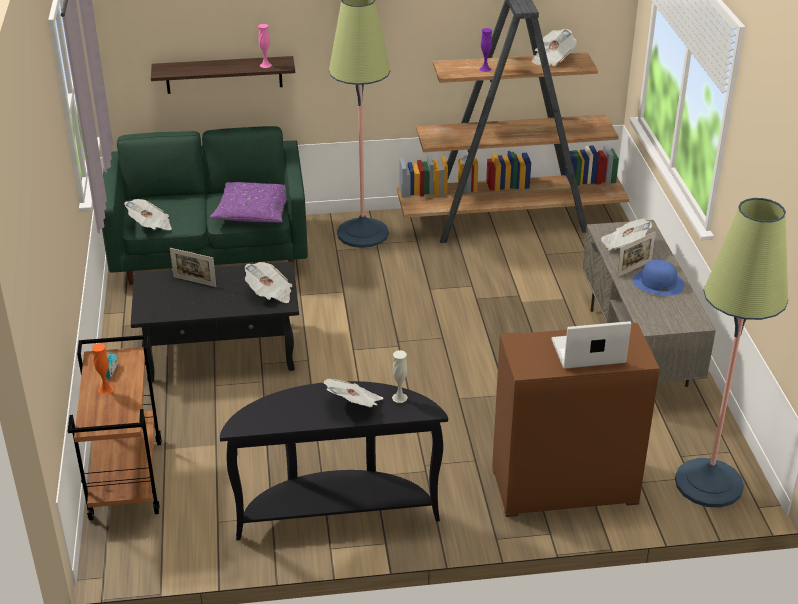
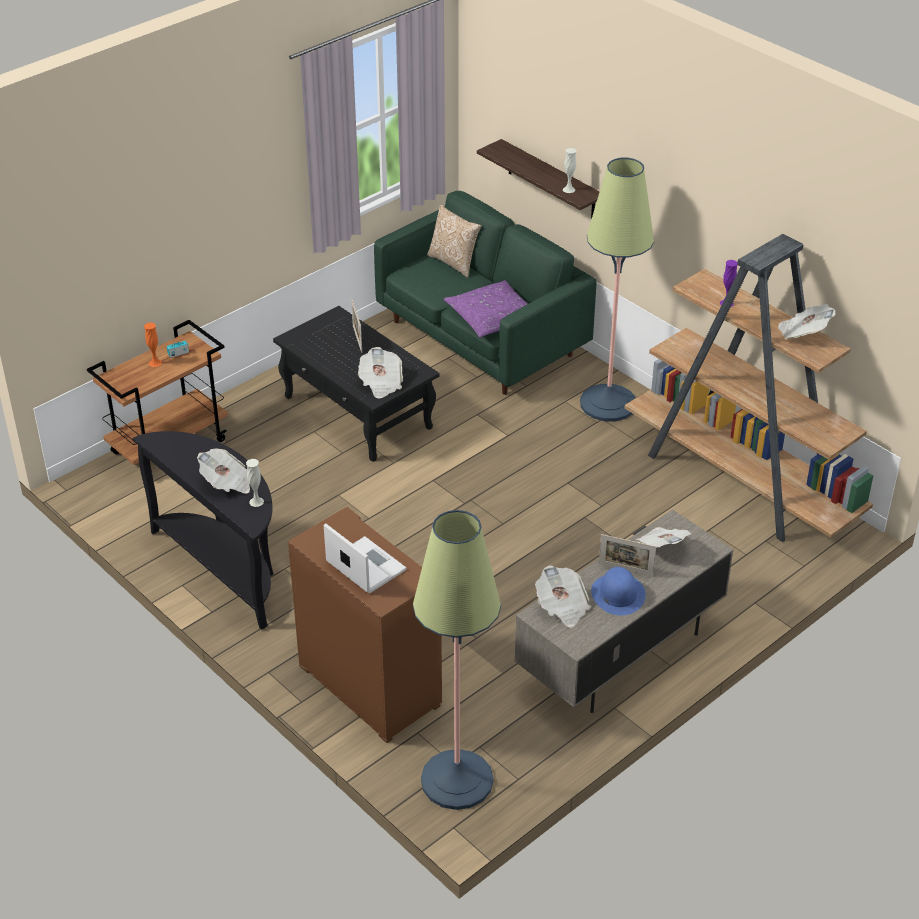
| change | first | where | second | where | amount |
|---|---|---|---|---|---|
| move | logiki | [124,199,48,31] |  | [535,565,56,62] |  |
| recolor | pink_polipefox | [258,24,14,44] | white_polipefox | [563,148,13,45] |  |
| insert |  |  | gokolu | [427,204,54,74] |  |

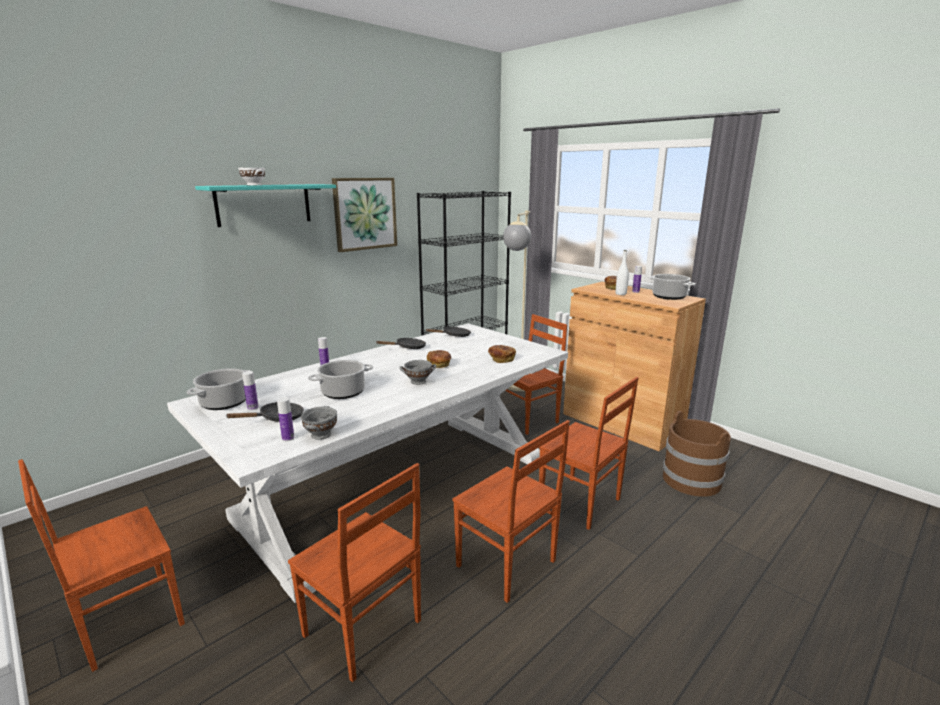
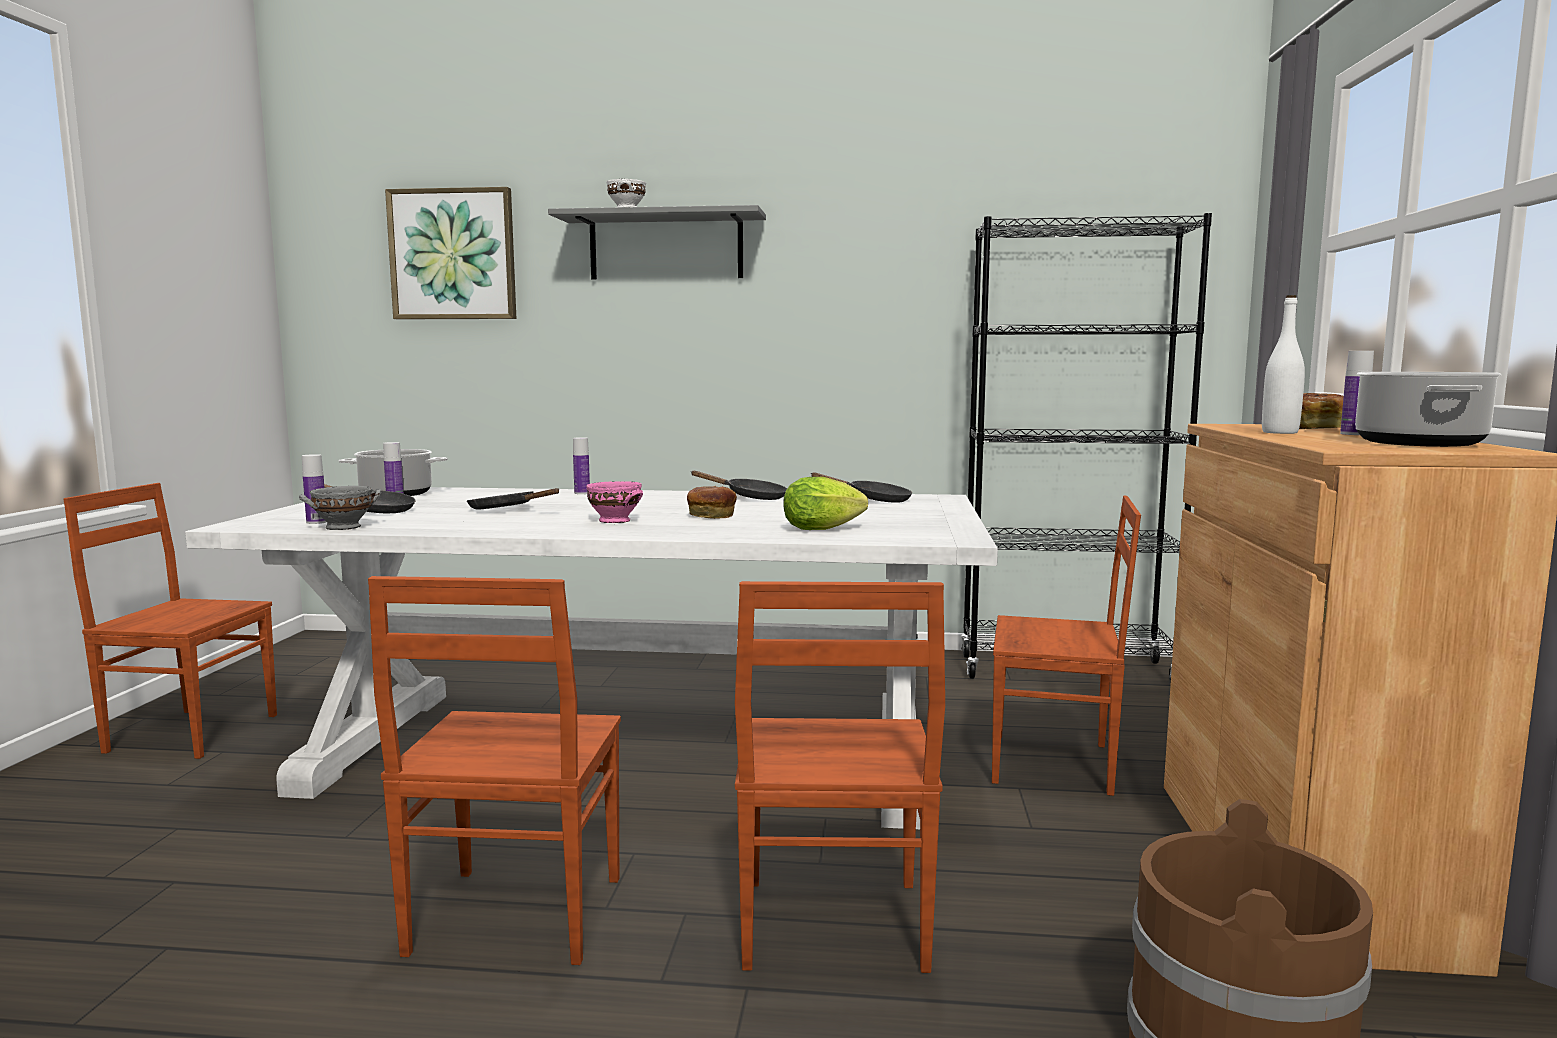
| change | first | where | second | where | amount |
|---|---|---|---|---|---|
| recolor | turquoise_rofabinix | [195,184,141,43] | grey_rofabinix | [548,205,218,75] |  |
| delete | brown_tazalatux | [288,463,133,219] |  |  |  |
| replace | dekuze | [308,360,65,39] | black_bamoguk | [467,488,92,22] |  |
| move | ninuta | [332,178,65,74] |  | [385,187,131,133] |  |
| recolor | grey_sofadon | [399,360,37,25] | pink_sofadon | [586,481,57,42] |  |
| replace | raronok | [488,345,28,18] | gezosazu | [783,477,85,53] |  |
| delete | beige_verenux | [503,211,28,180] |  |  |  |

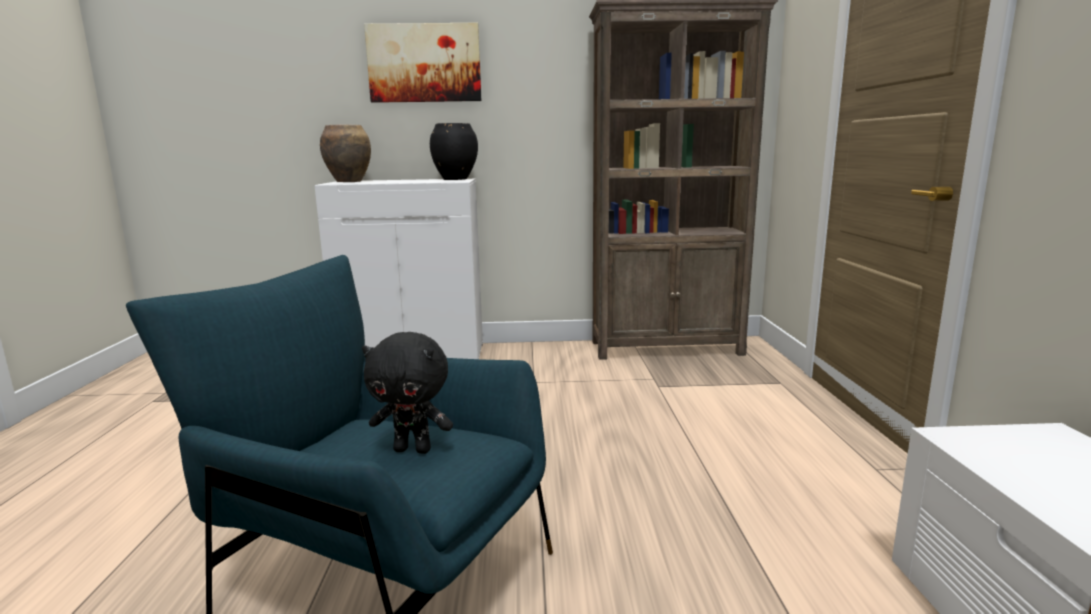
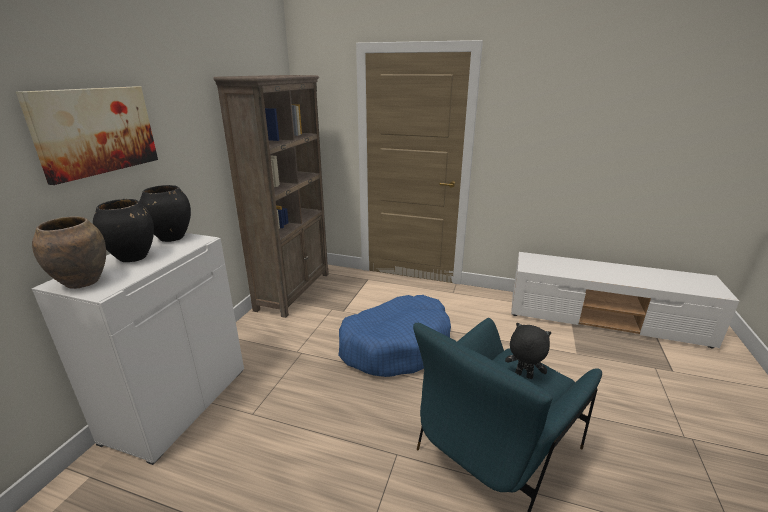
| change | first | where | second | where | amount |
|---|---|---|---|---|---|
| rotate | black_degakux | [362,332,91,122] |  | [505,323,46,56] | 90 degrees counterclockwise |
| insert |  |  | black_polipefox | [93,199,61,63] |  |
| insert |  |  | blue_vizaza | [338,295,113,82] |  |

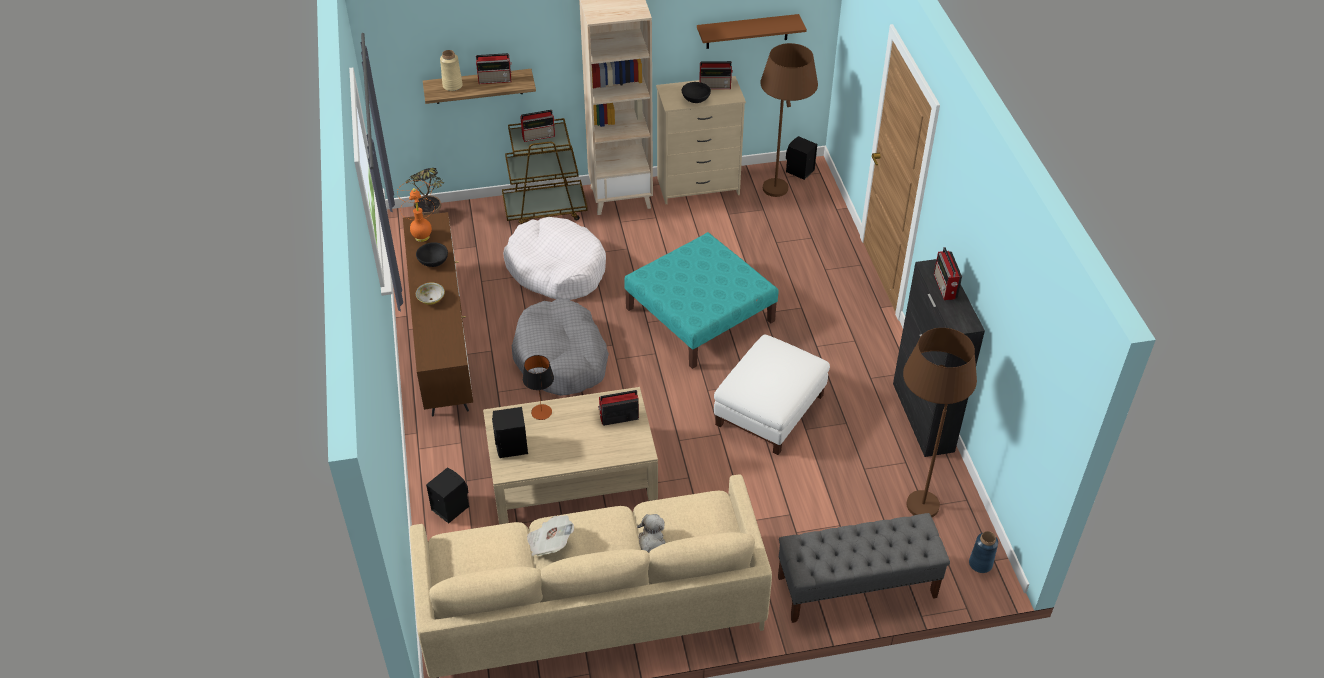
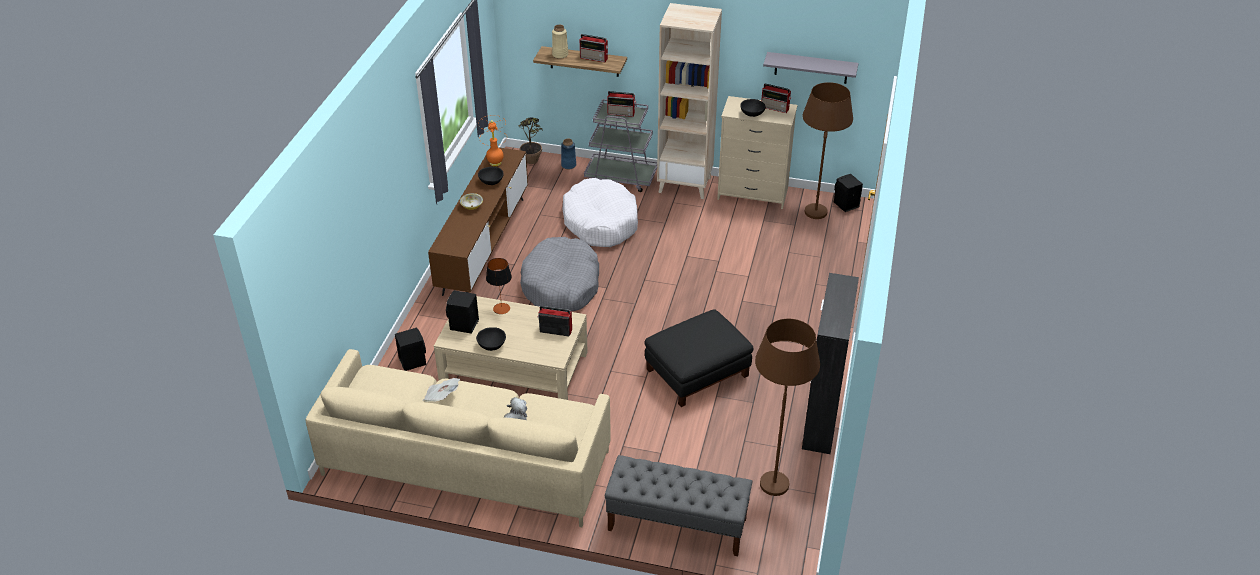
| change | first | where | second | where | amount |
|---|---|---|---|---|---|
| recolor | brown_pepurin | [502,118,86,106] | grey_pepurin | [584,99,73,93] |  |
| delete | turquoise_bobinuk | [624,232,155,137] |  |  |  |
| recolor | brown_rofabinix | [697,14,110,35] | grey_rofabinix | [763,52,95,32] |  |
| recolor | white_bobinuk | [714,335,116,120] | black_bobinuk | [645,309,108,98] |  |
| delete | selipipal | [934,247,28,53] |  |  |  |
| move | blue_polipefox | [969,531,29,42] |  | [561,139,15,30] |  |
| insert |  |  | black_sofadon | [476,327,30,24] |  |

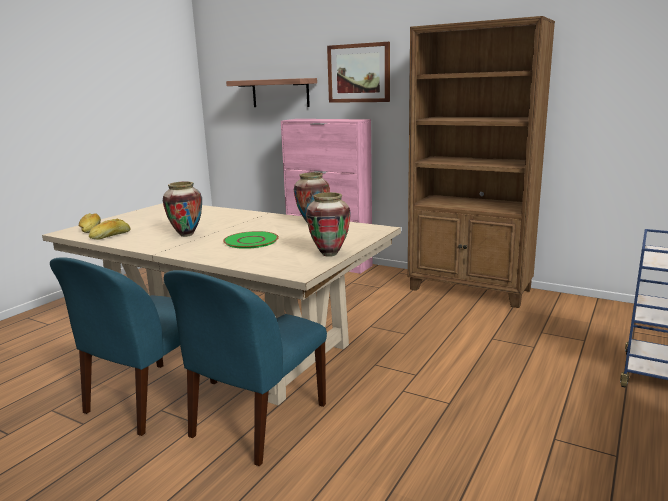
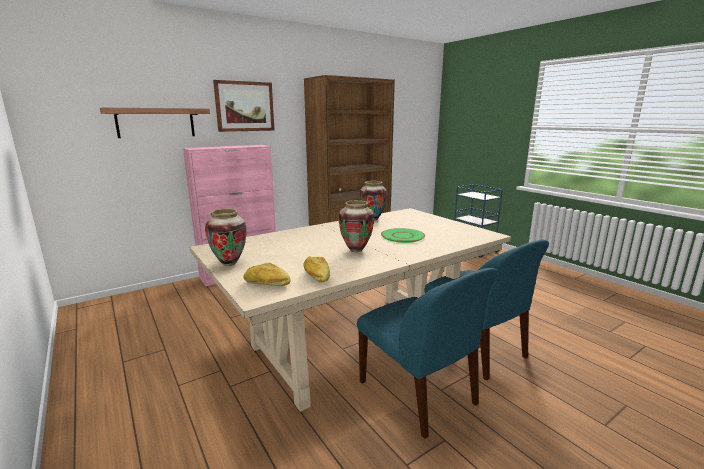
| change | first | where | second | where | amount |
|---|---|---|---|---|---|
| move | polipefox | [306,192,45,65] |  | [205,209,42,57] |  |

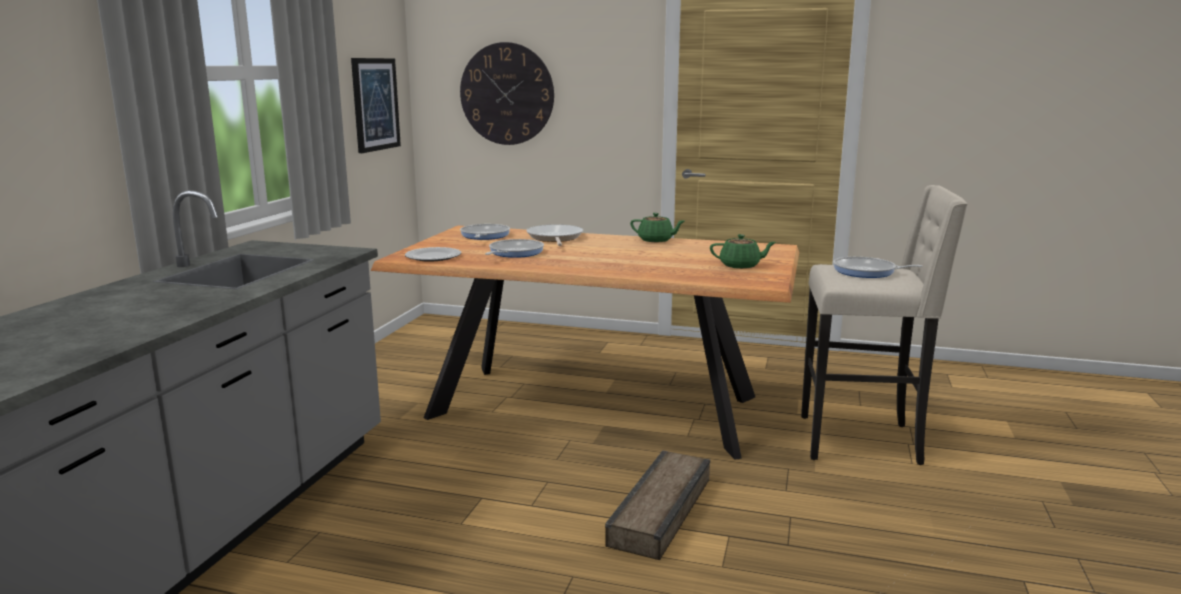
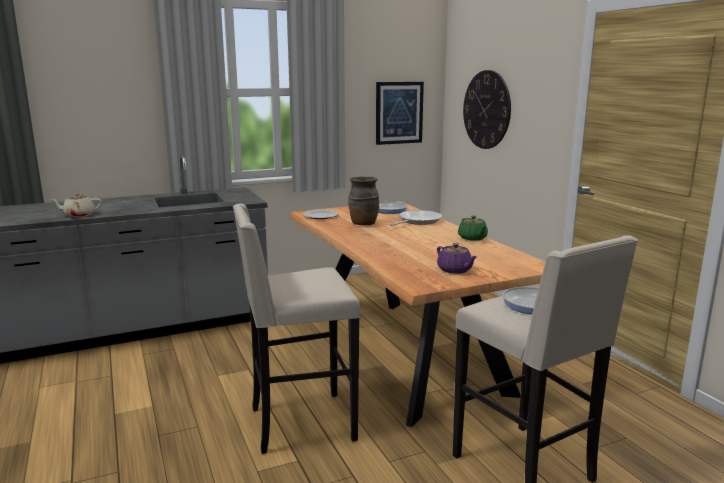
| change | first | where | second | where | amount |
|---|---|---|---|---|---|
| replace | bamoguk | [485,239,59,19] | brown_polipefox | [348,176,31,49] |  |
| replace | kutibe | [605,450,105,110] | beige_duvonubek | [233,203,128,251] |  |
| recolor | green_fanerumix | [710,234,66,35] | purple_fanerumix | [437,243,40,31] |  |
| insert |  |  | beige_fanerumix | [50,193,52,24] |  |

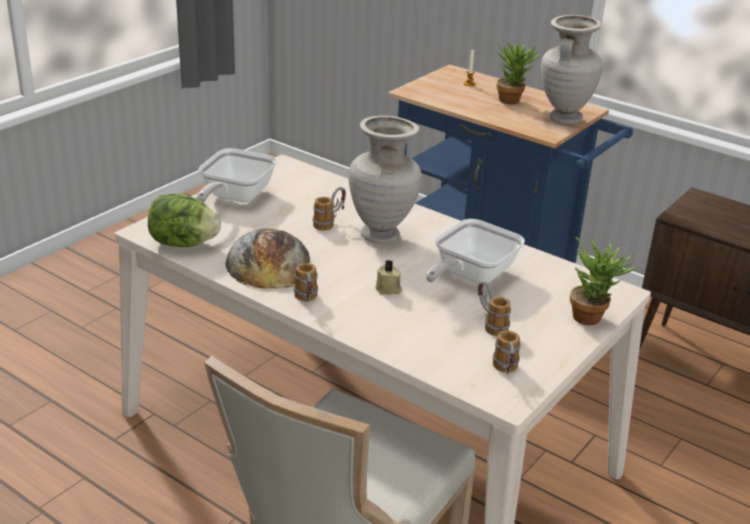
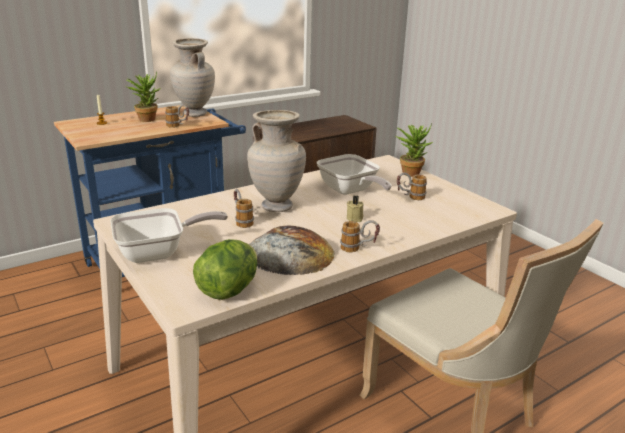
| change | first | where | second | where | amount |
|---|---|---|---|---|---|
| rotate | bamoguk | [196,148,81,55] |  | [110,208,118,55] | 60 degrees counterclockwise |
| move | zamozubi | [493,331,28,44] |  | [165,104,24,24] |  |

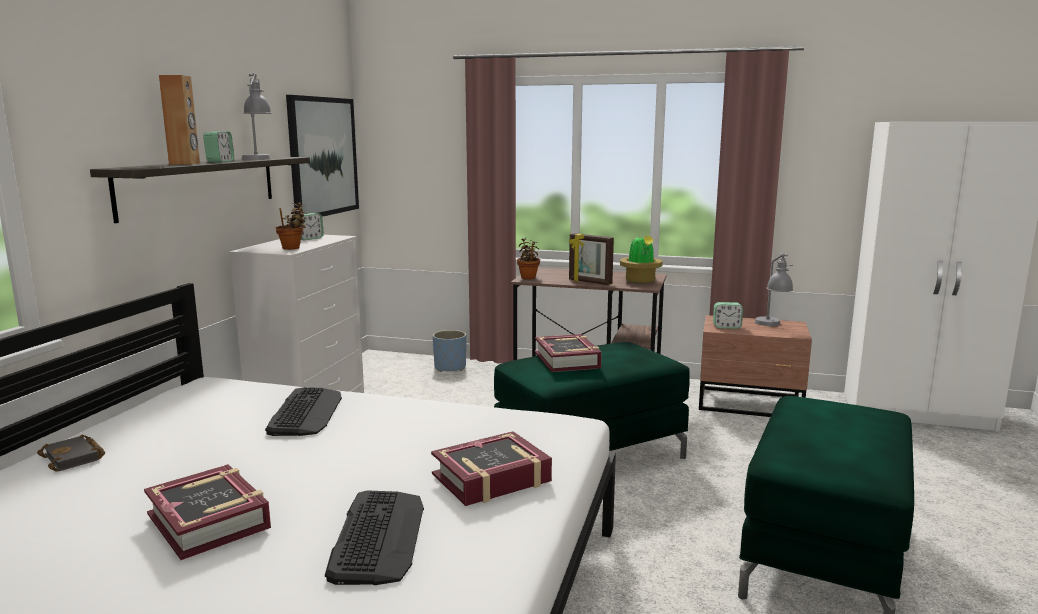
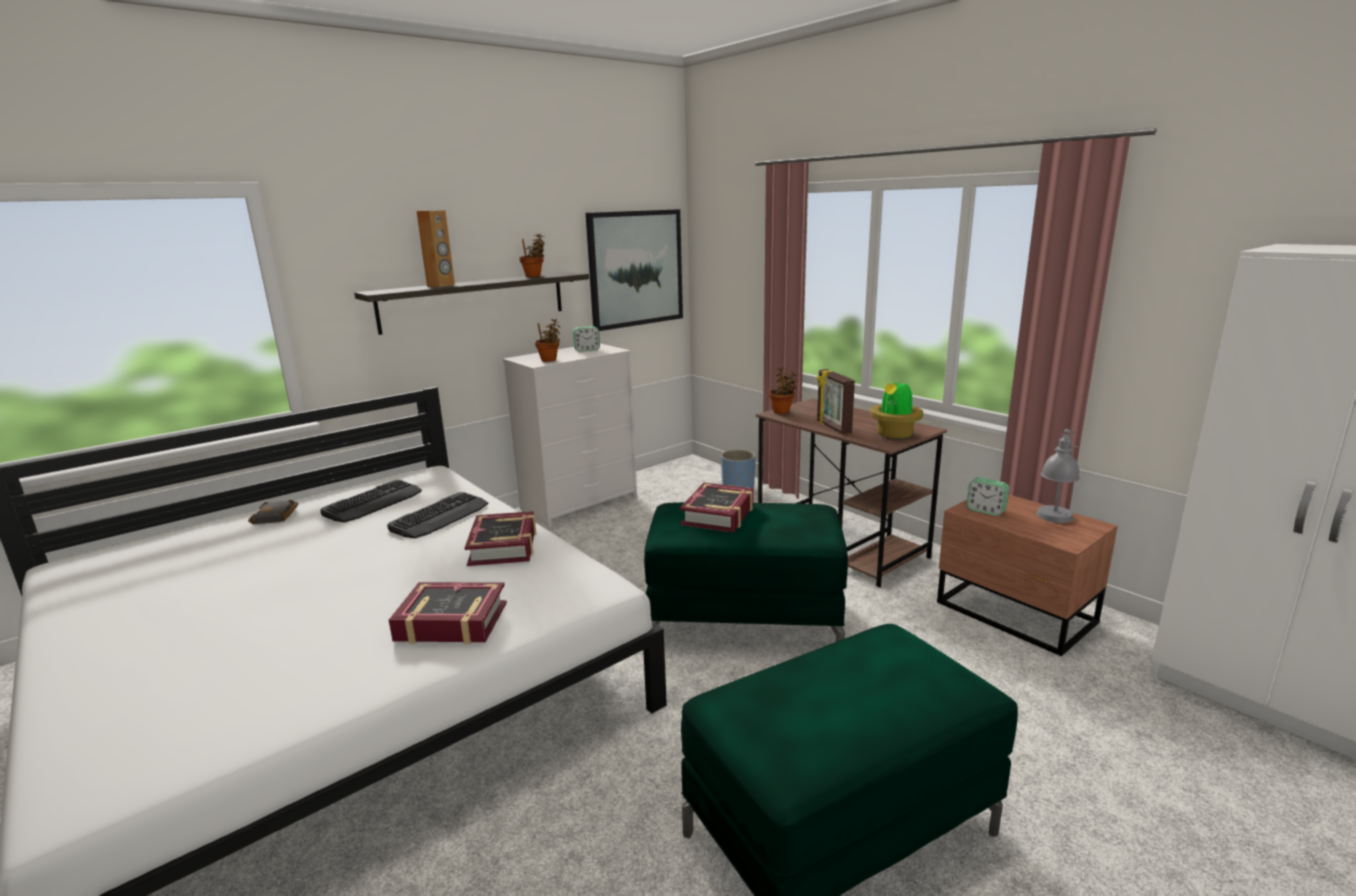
| change | first | where | second | where | amount |
|---|---|---|---|---|---|
| move | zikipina | [144,464,127,96] |  | [465,511,71,55] |  |
| delete | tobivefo | [203,131,31,31] |  |  |  |
| replace | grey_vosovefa | [242,73,30,87] | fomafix | [519,234,26,43] |  |
| move | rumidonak | [325,490,99,95] |  | [320,480,102,42] |  |

